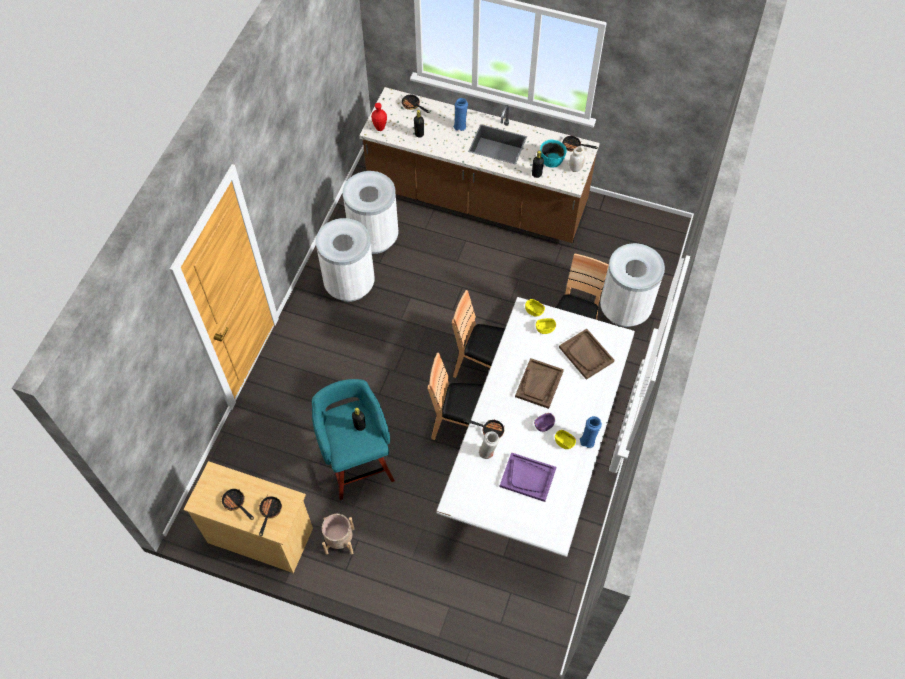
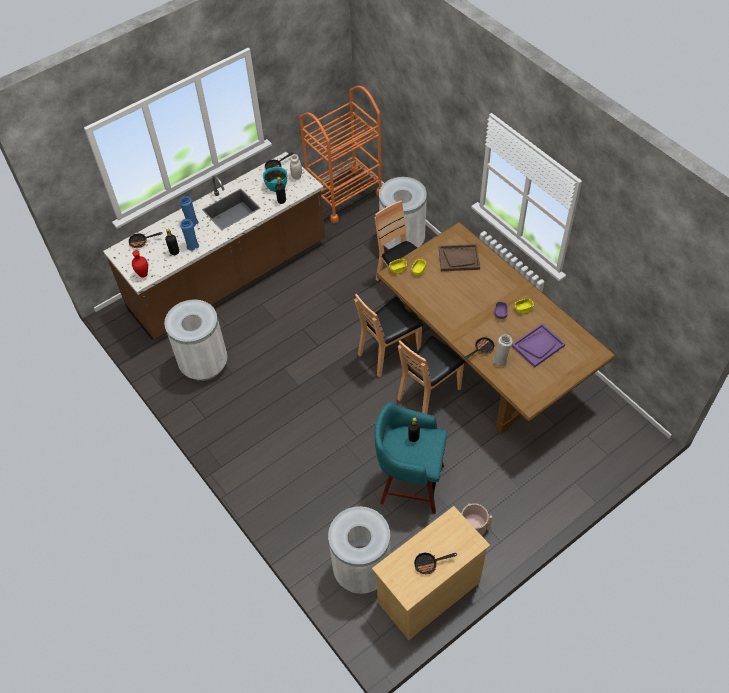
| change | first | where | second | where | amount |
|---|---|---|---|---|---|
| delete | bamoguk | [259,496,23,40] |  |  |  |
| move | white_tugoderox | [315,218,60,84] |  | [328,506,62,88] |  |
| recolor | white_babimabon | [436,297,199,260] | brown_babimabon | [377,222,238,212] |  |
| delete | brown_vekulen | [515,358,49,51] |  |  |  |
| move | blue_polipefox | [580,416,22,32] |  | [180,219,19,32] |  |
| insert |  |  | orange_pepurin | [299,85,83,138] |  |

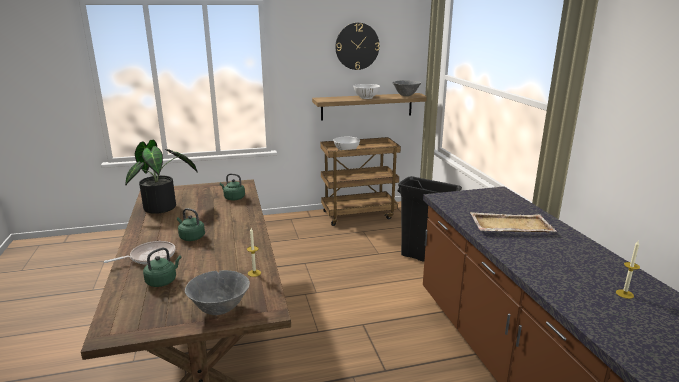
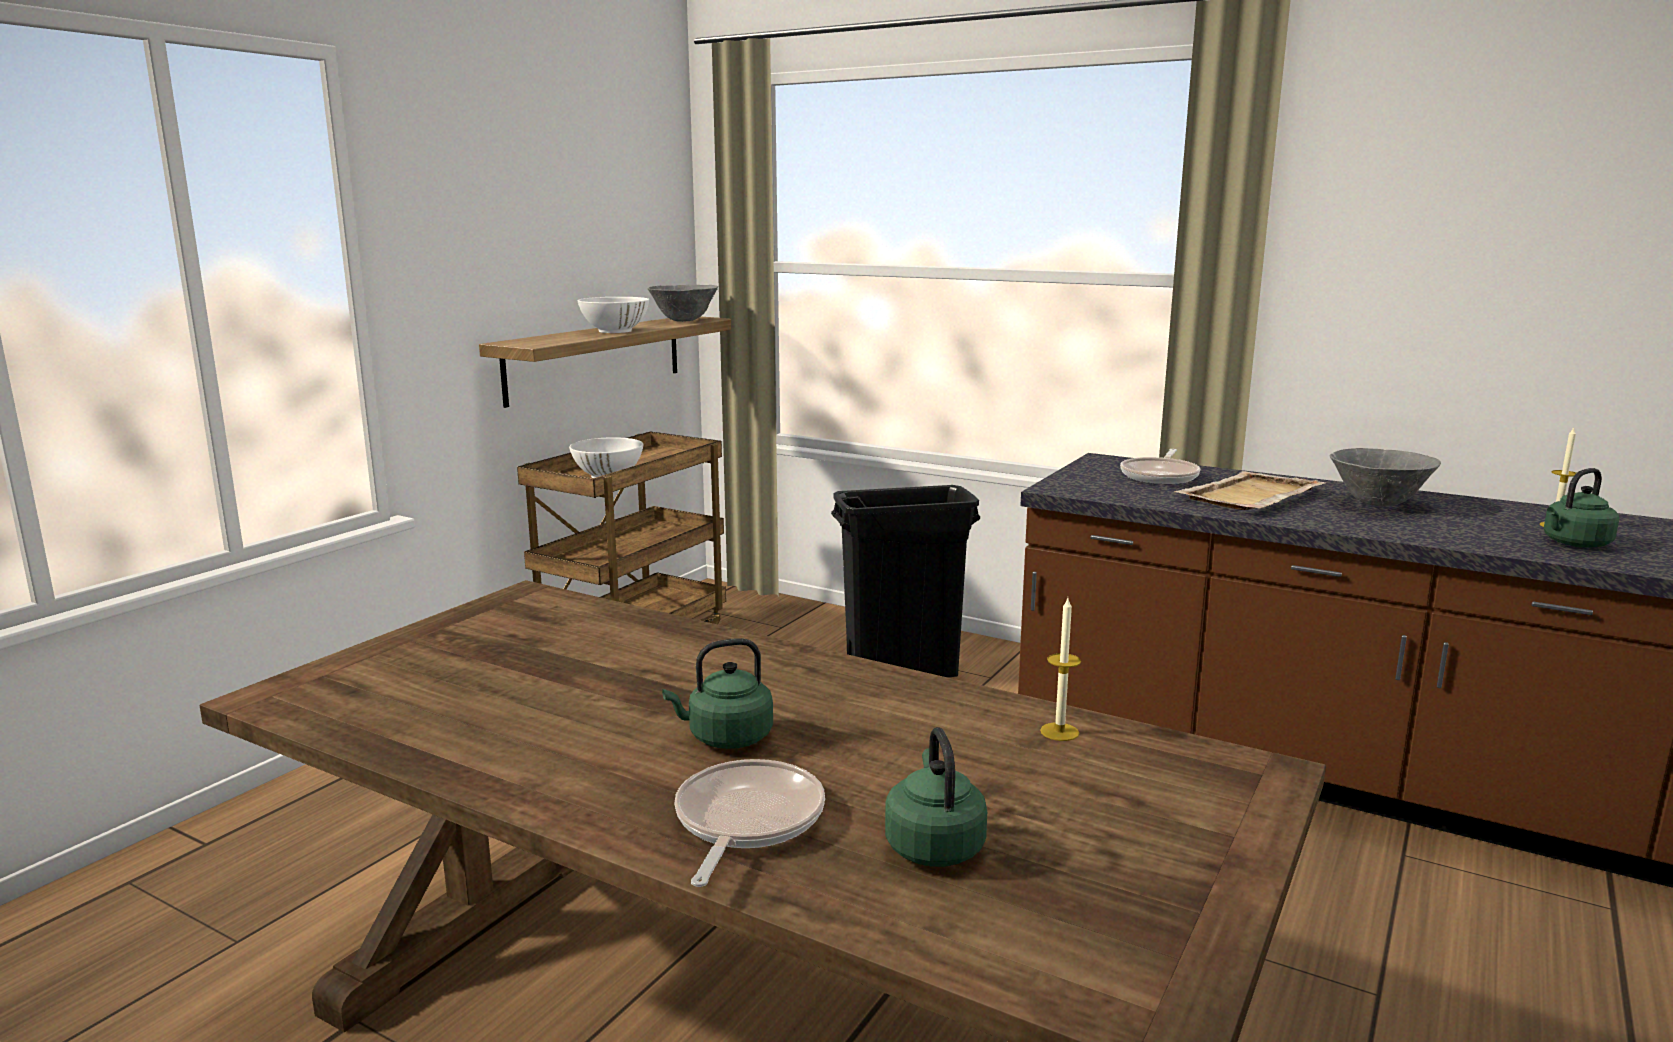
| change | first | where | second | where | amount |
|---|---|---|---|---|---|
| delete | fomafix | [125,139,73,75] |  |  |  |
| move | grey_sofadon | [185,270,65,45] |  | [1330,448,111,59] |  |
| move | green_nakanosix | [220,173,25,27] |  | [1543,468,76,80] |  |
| delete | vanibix | [335,23,44,47] |  |  |  |
| insert |  |  | bamoguk | [1120,449,80,35] |  |

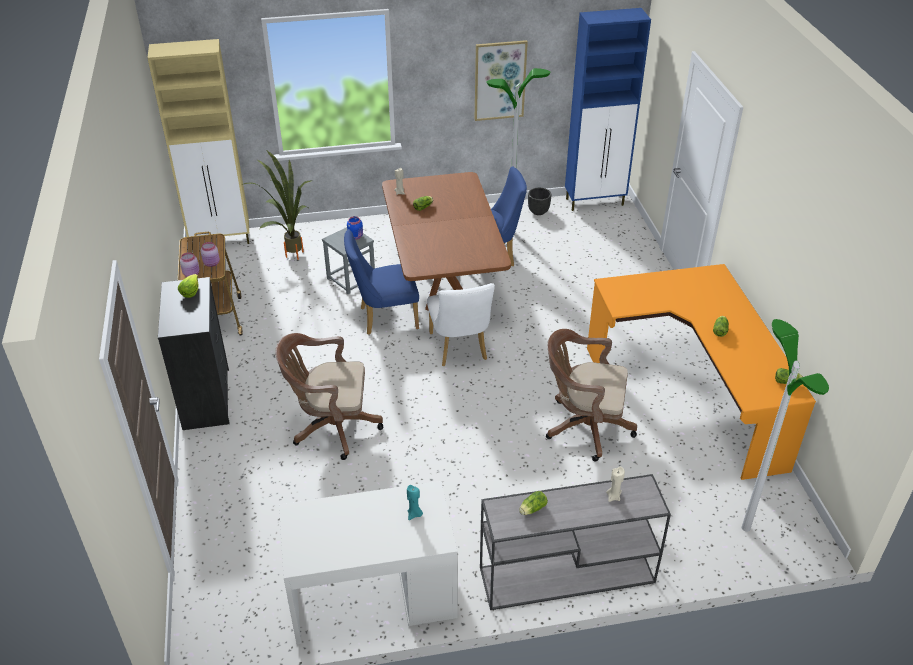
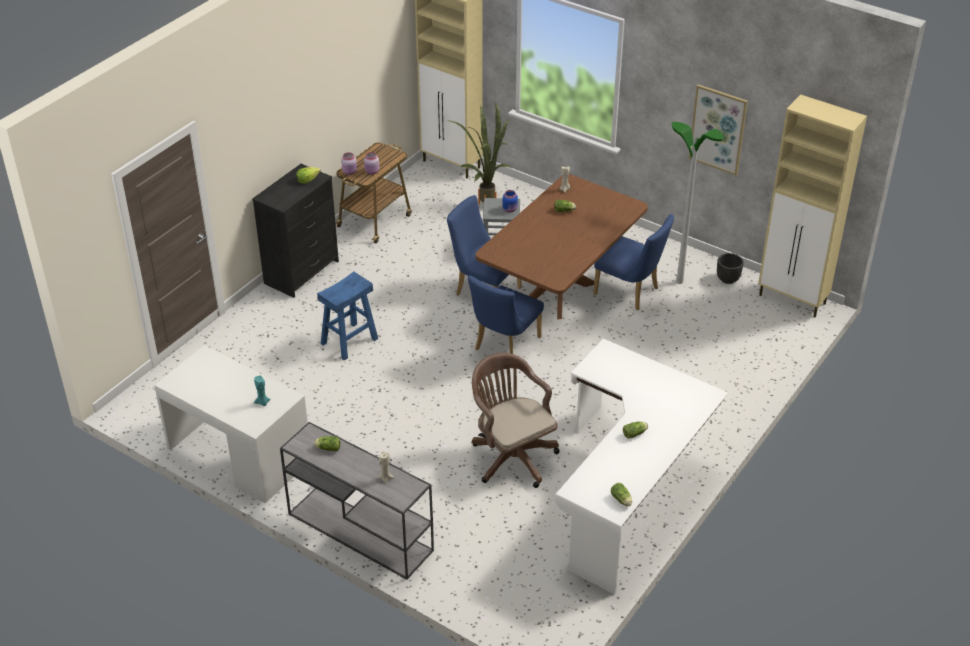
| change | first | where | second | where | amount |
|---|---|---|---|---|---|
| replace | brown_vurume | [275,333,108,127] | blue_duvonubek | [317,272,61,88] |  |
| recolor | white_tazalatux | [427,283,68,83] | blue_tazalatux | [468,276,76,78] |  |
| recolor | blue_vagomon | [565,8,86,203] | beige_vagomon | [758,95,109,222] |  |
| recolor | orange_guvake | [587,264,229,216] | white_guvake | [555,339,173,255] |  |
| delete | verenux | [742,319,87,213] |  |  |  |

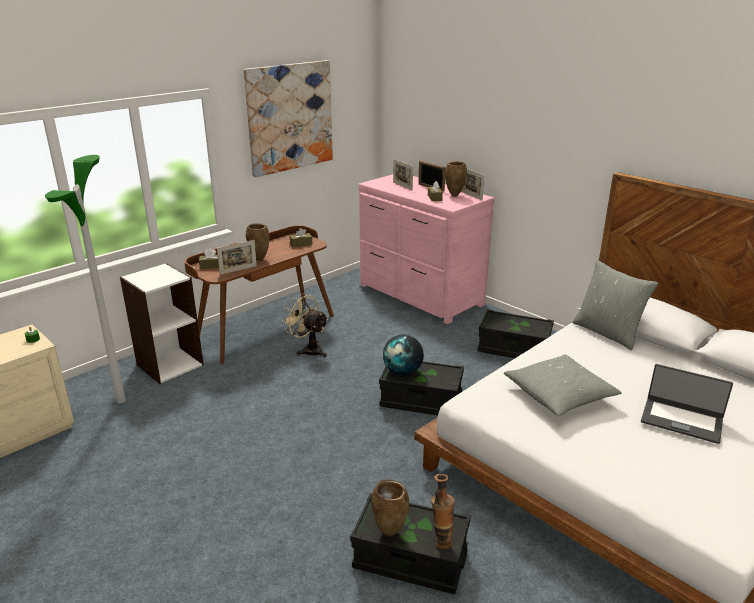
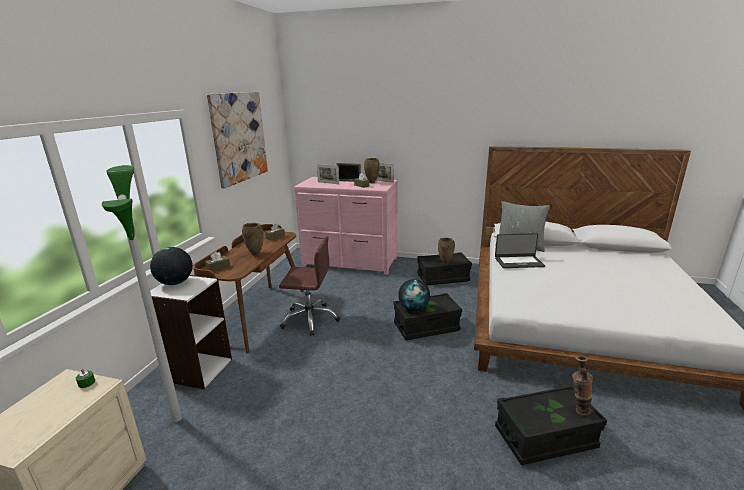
| change | first | where | second | where | amount |
|---|---|---|---|---|---|
| delete | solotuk | [217,240,40,35] |  |  |  |
| replace | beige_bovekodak | [283,293,45,64] | brown_vurume | [279,236,61,100] |  |
| move | brown_polipefox | [372,480,37,57] |  | [438,238,17,26] |  |
| delete | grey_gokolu | [504,354,118,62] |  |  |  |
| move | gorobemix | [641,364,92,80] |  | [495,233,50,35] |  |
| insert |  |  | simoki | [150,247,43,38] |  |

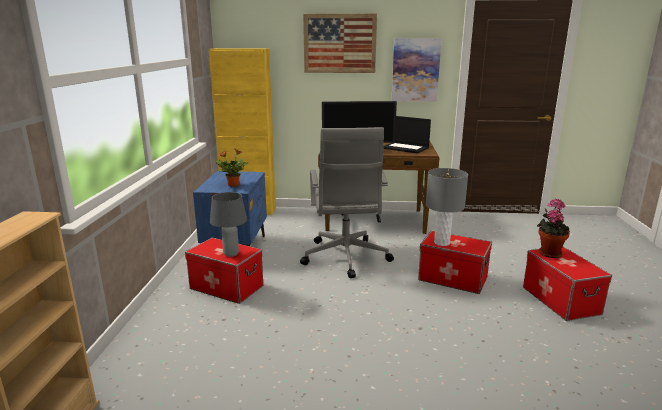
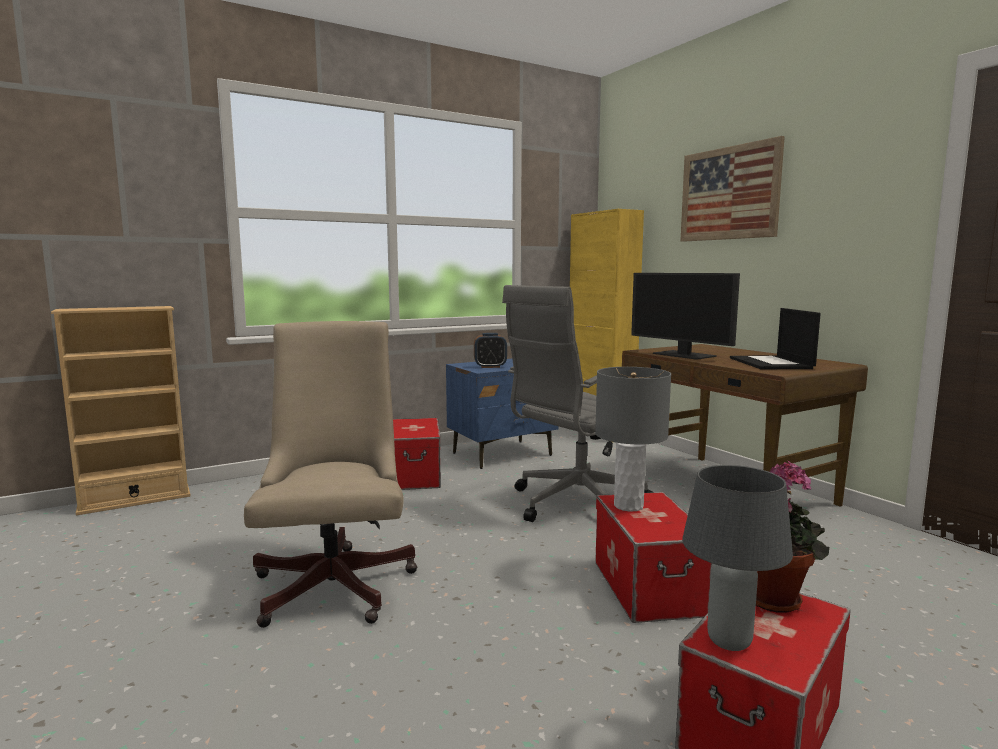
| change | first | where | second | where | amount |
|---|---|---|---|---|---|
| move | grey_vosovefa | [210,192,37,65] |  | [682,465,111,186] |  |
| replace | fomafix | [215,148,34,39] | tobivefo | [474,333,33,35] |  |
| delete | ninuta | [392,38,50,64] |  |  |  |
| insert |  |  | beige_vurume | [244,321,174,307] |  |

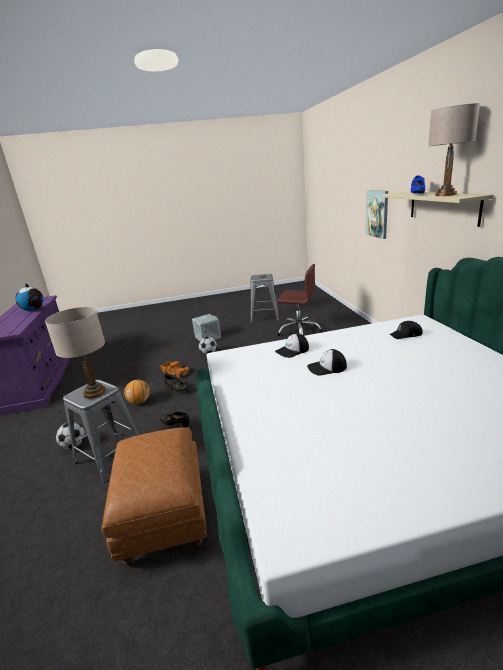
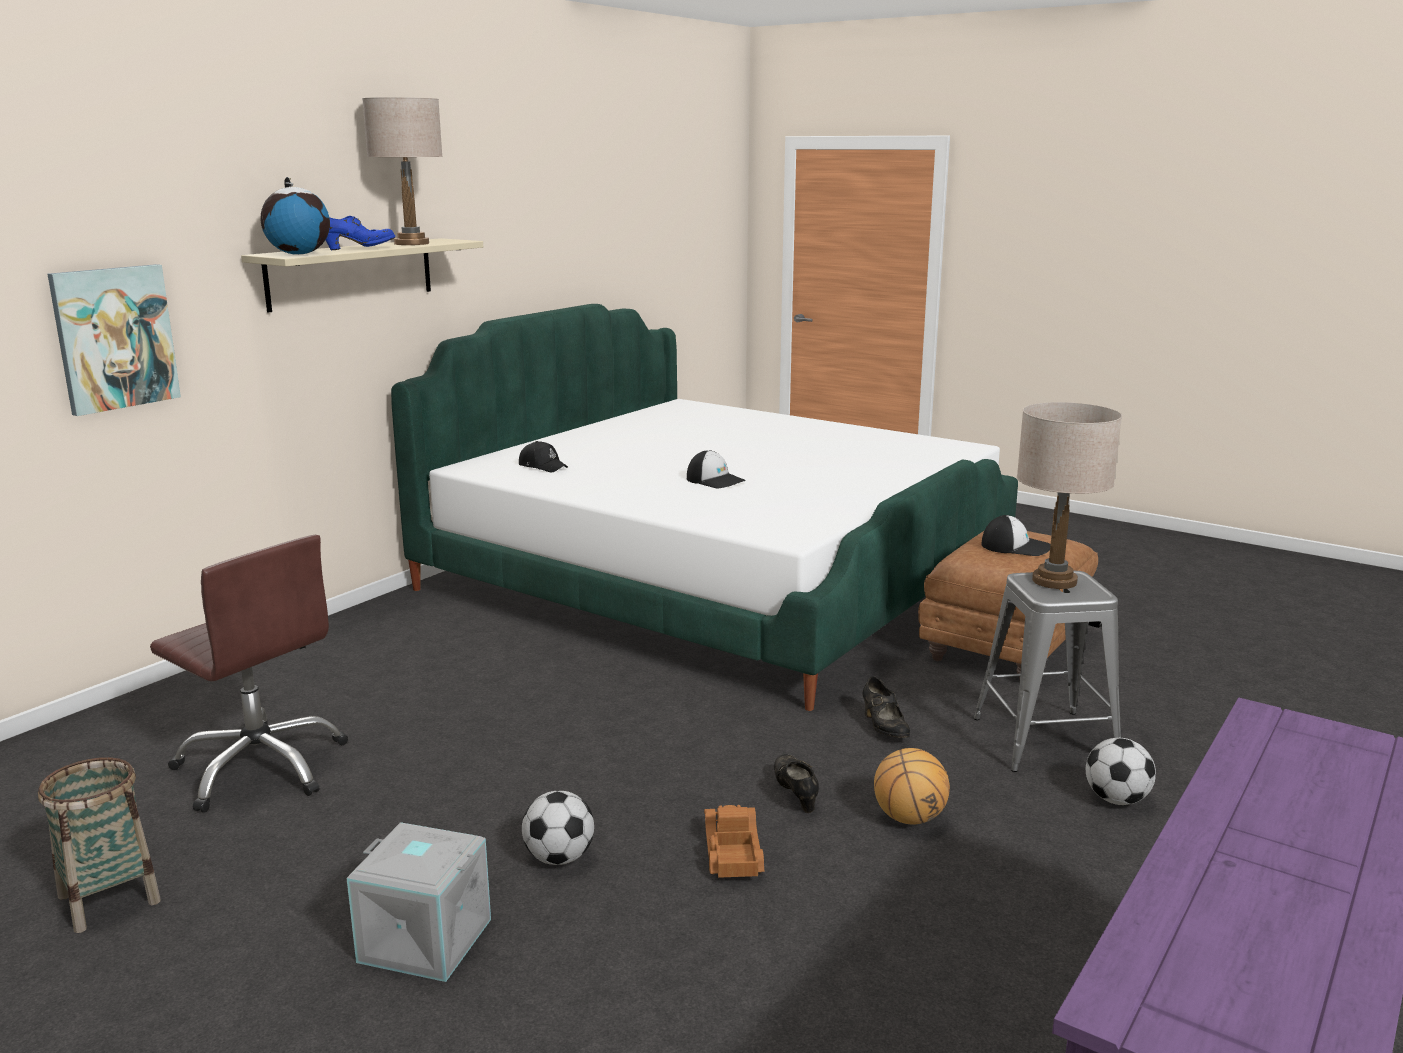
| change | first | where | second | where | amount |
|---|---|---|---|---|---|
| move | simoki | [15,284,28,27] |  | [261,177,69,78] |  |
| replace | grey_duvonubek | [250,274,29,49] | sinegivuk | [38,757,123,176] |  |
| move | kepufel | [275,333,34,25] |  | [981,515,69,41] |  |
| rotate | brown_vurume | [277,264,46,72] |  | [150,535,198,278] | 150 degrees clockwise |

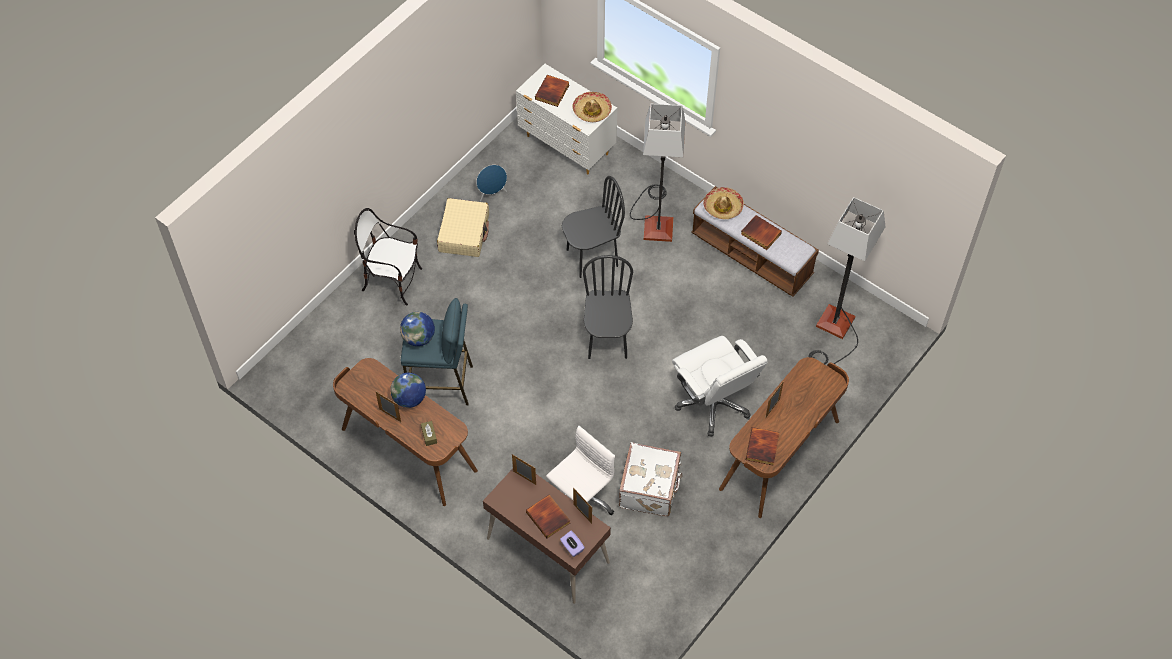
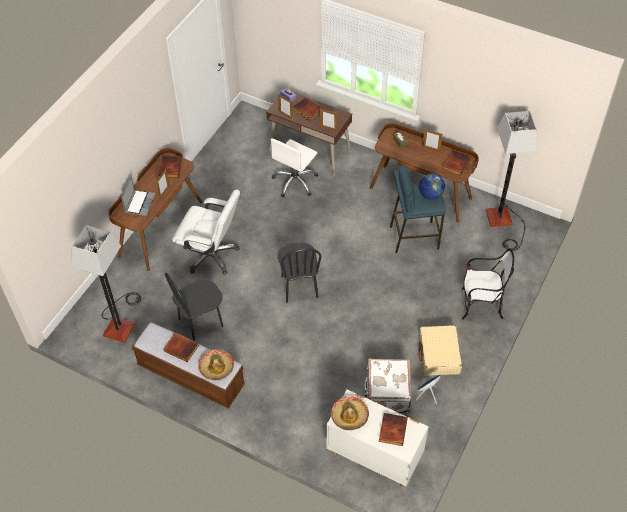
| change | first | where | second | where | amount |
|---|---|---|---|---|---|
| delete | simoki | [390,373,36,35] |  |  |  |
| move | black_tazalatux | [562,176,63,102] |  | [165,273,58,68] |  |
| move | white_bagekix | [619,442,64,74] |  | [364,359,47,55] |  |
| move | verenux | [630,104,55,138] |  | [486,111,51,140] |  |
| rotate | white_vurume | [672,336,96,101] |  | [172,189,68,86] | 150 degrees clockwise |
| insert |  |  | gorobemix | [121,175,35,41] |  |
| insert |  |  | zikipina | [443,150,28,26] |  |

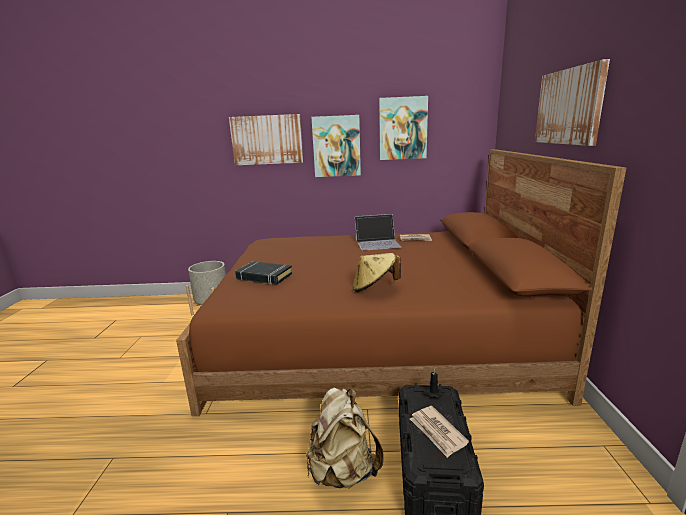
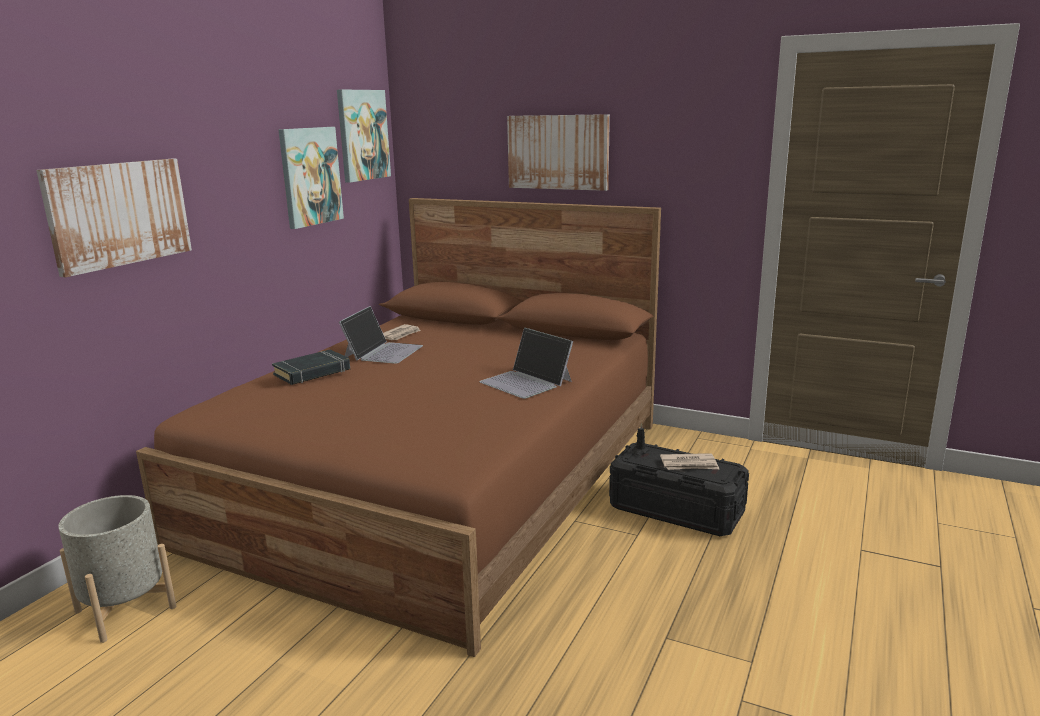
| change | first | where | second | where | amount |
|---|---|---|---|---|---|
| move | black_zikipina | [235,261,57,23] |  | [272,350,78,35] |  |
| delete | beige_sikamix | [306,388,78,100] |  |  |  |
| move | ninuta | [311,115,50,62] |  | [337,90,54,93] |  |
| replace | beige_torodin | [352,253,49,39] | gorobemix | [479,328,94,71] |  |

